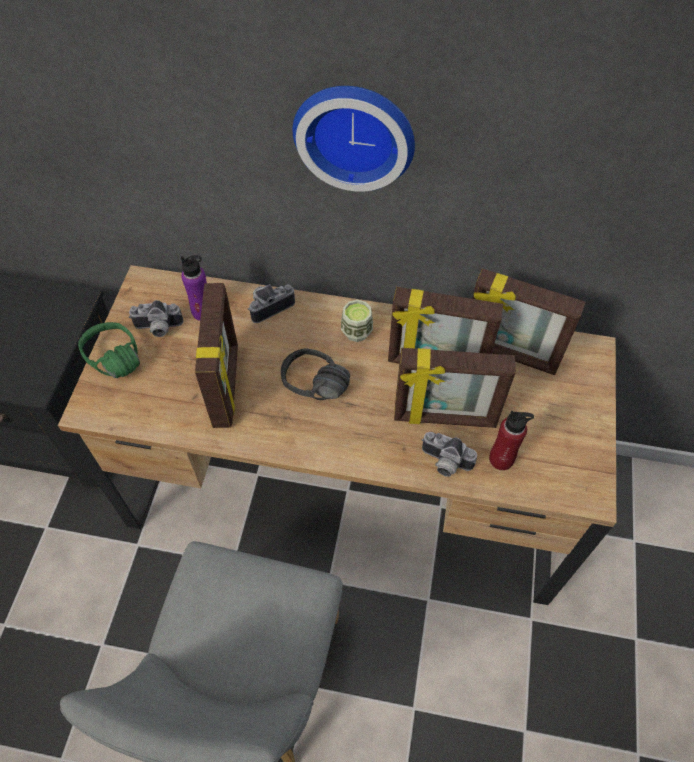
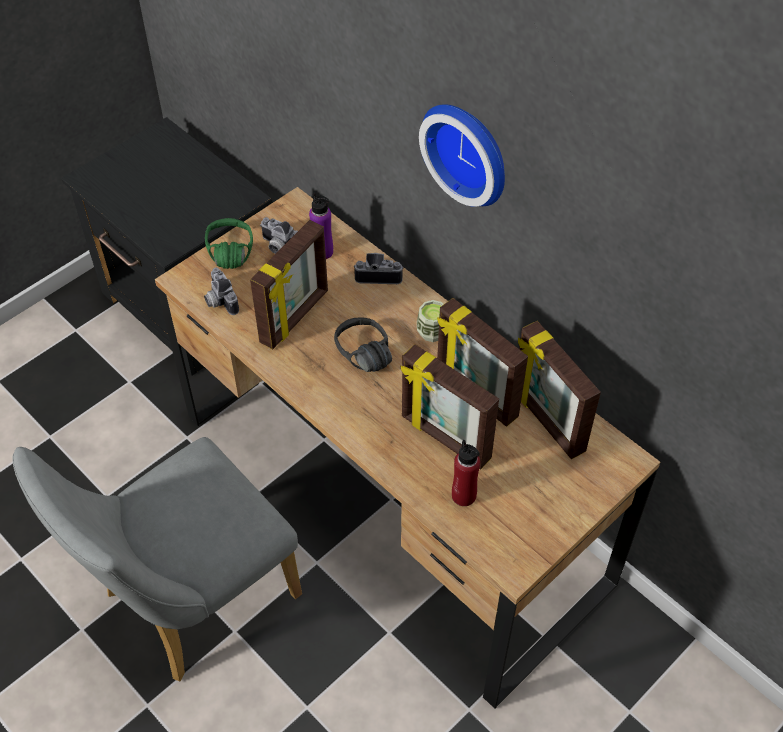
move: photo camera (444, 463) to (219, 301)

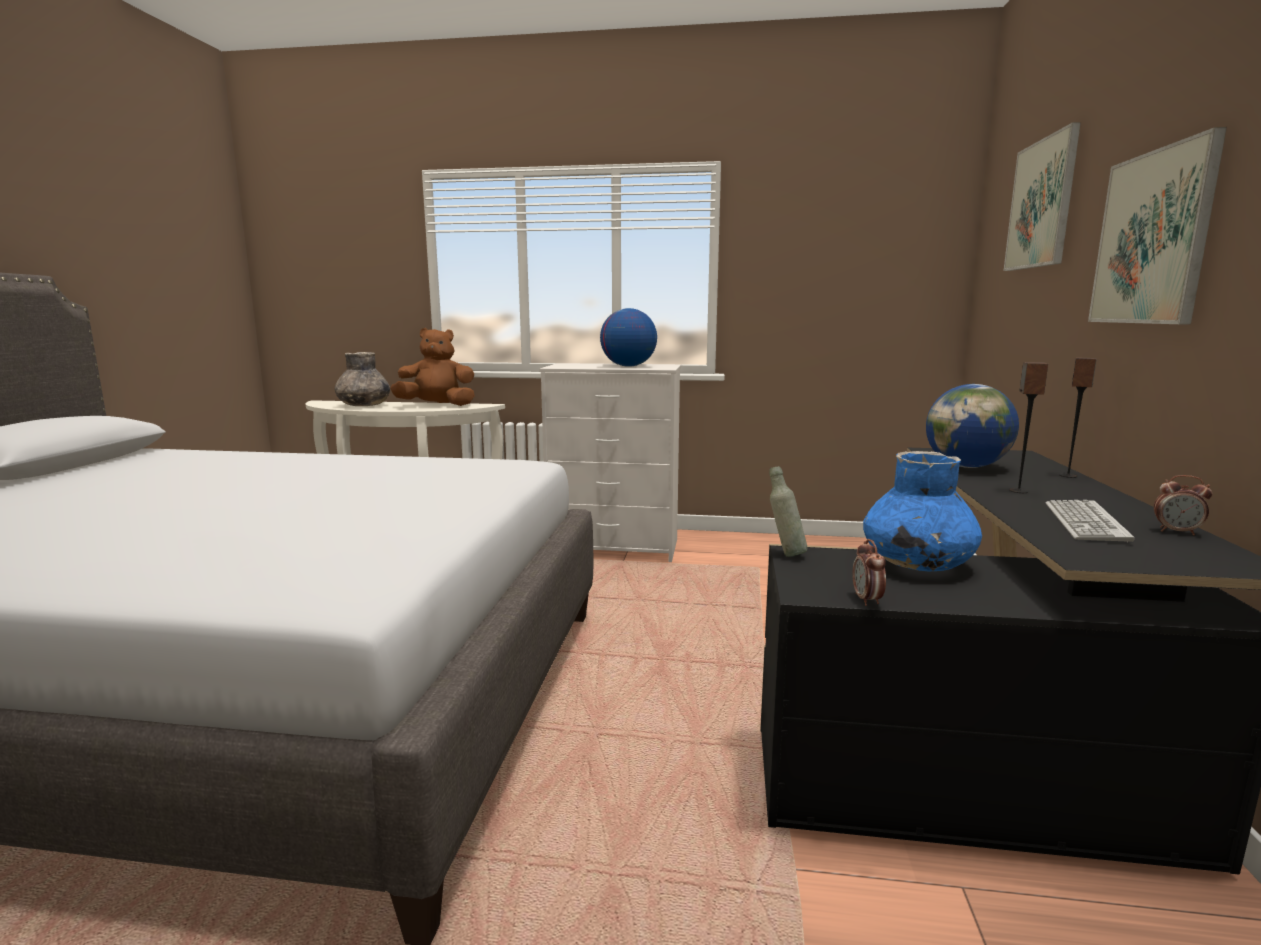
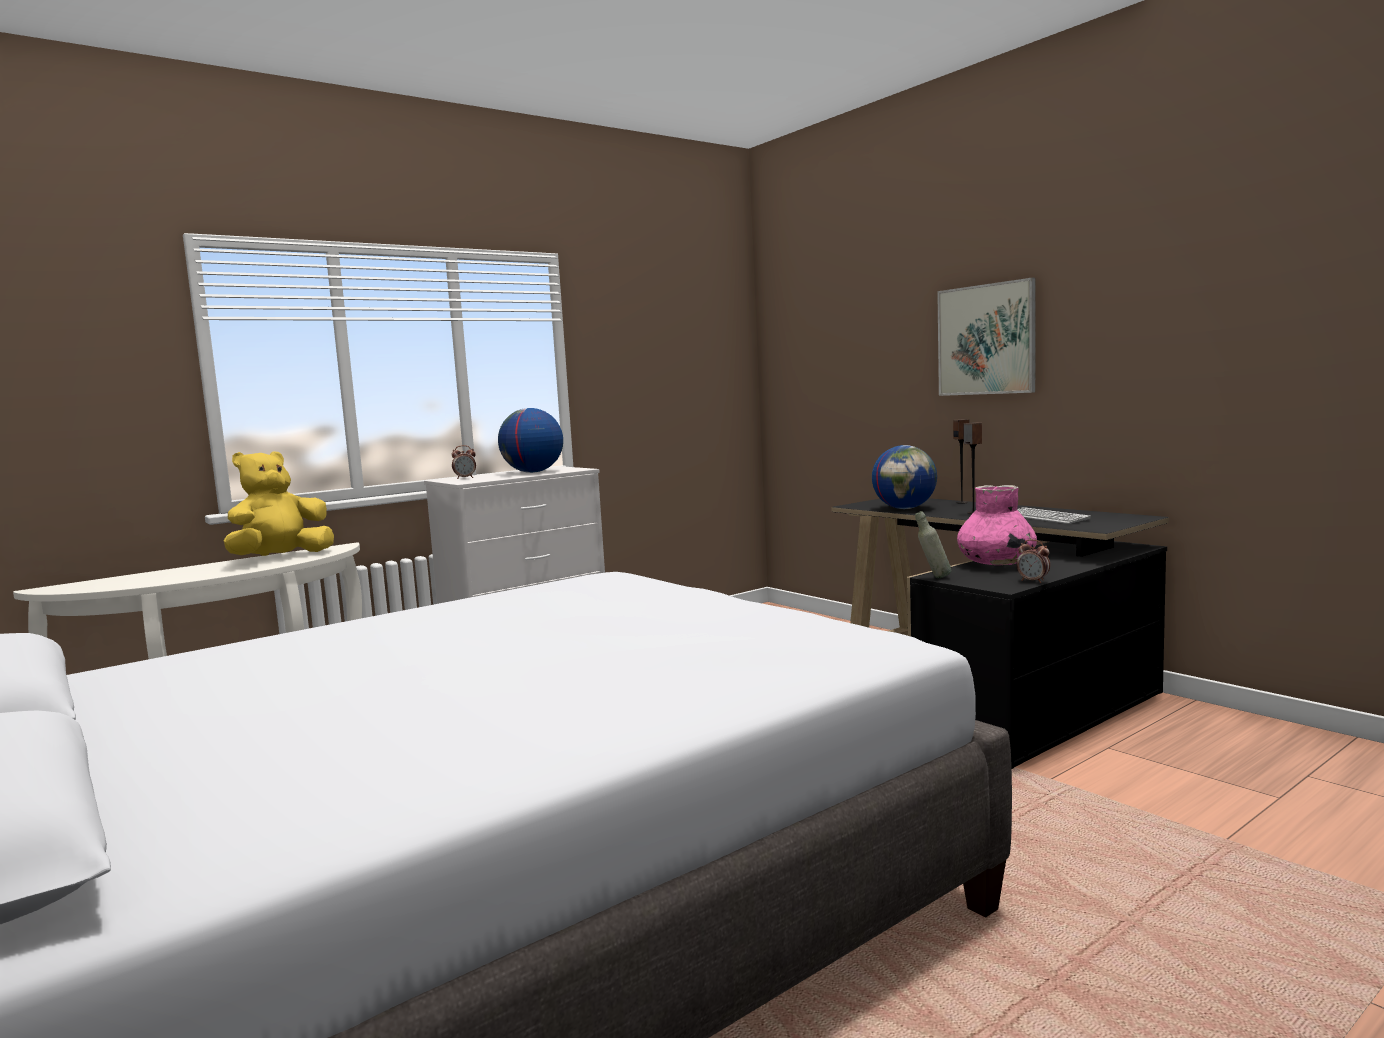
delete: grey vase (364, 406); picture (1041, 204)
move: alarm clock (1176, 532) to (465, 478)
recolor: brown plush toy (437, 405) to yellow plush toy (280, 557); blue vase (916, 563) to pink vase (996, 563)

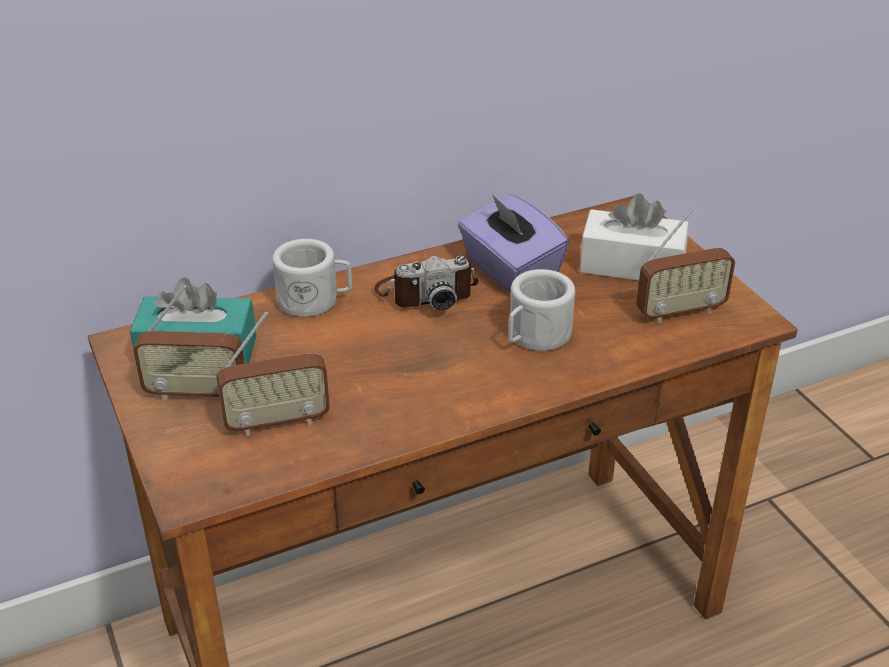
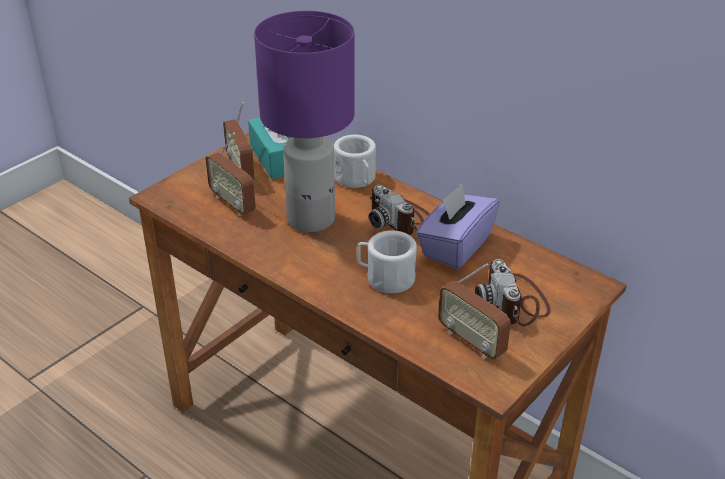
insert: purple table lamp (312, 219)
replace: white tissue box (631, 265) to photo camera (514, 302)

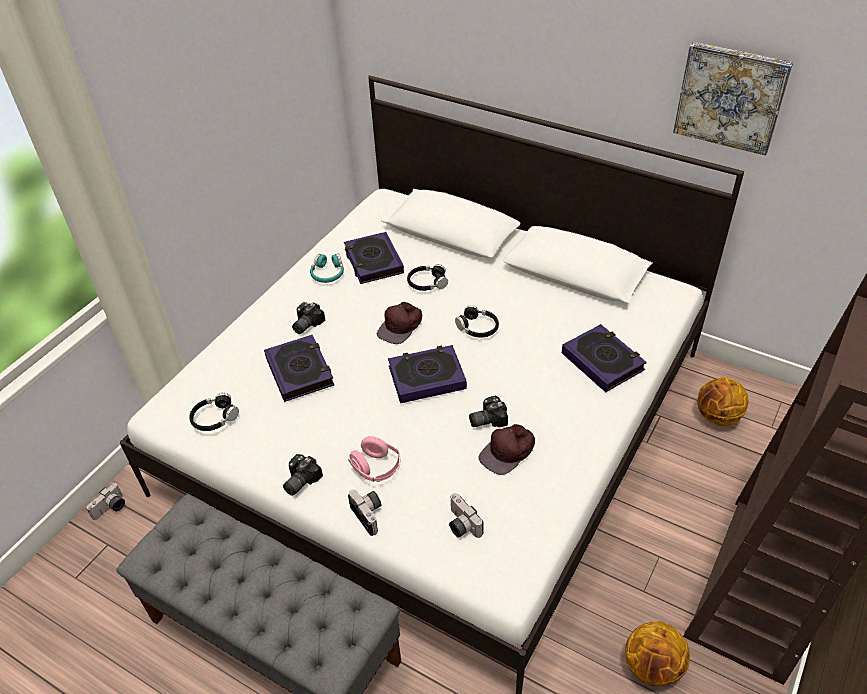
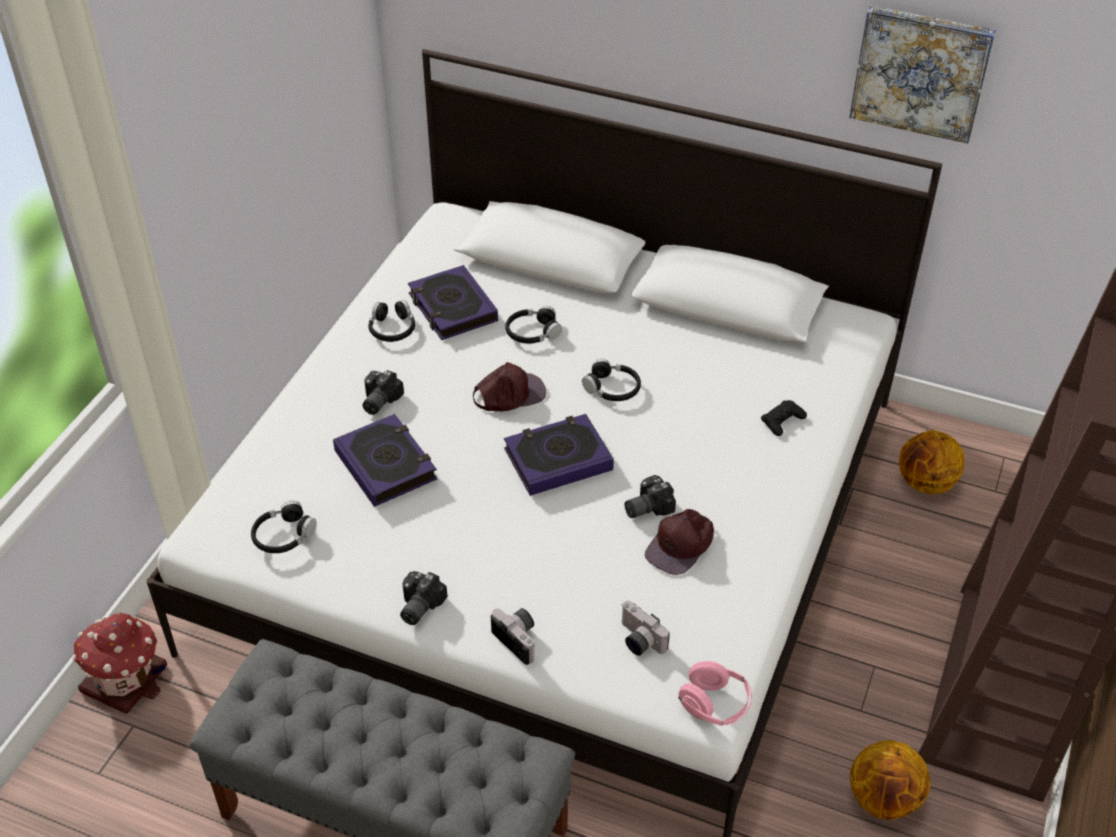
move: pink headphones (377, 468) to (715, 705)
replace: photo camera (111, 508) to toy house (126, 678); book (602, 361) to black game controller (782, 421)
recolor: turquoise headphones (328, 273) to black headphones (392, 328)
rotate: brown cap (401, 326) = (509, 394) 135 degrees counterclockwise

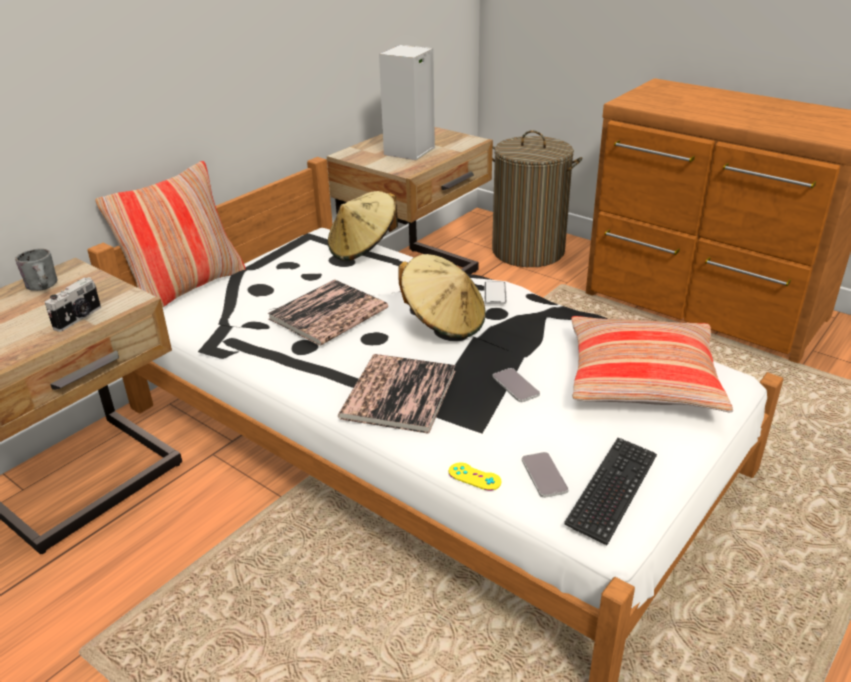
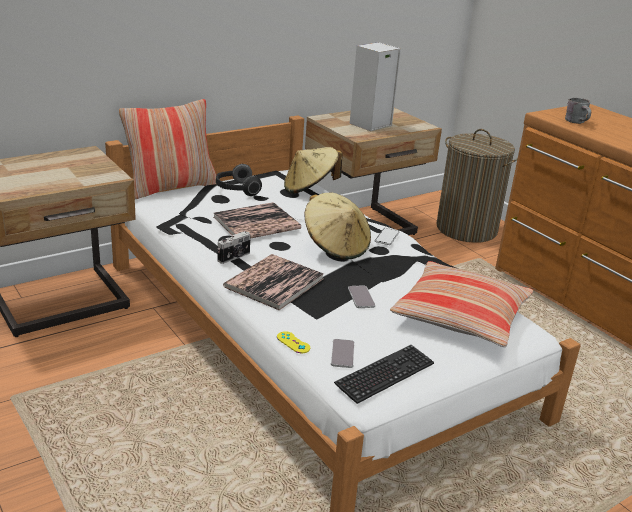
insert: headphones (236, 190)
move: grey mug (46, 286) to (578, 122); photo camera (79, 318) to (234, 257)

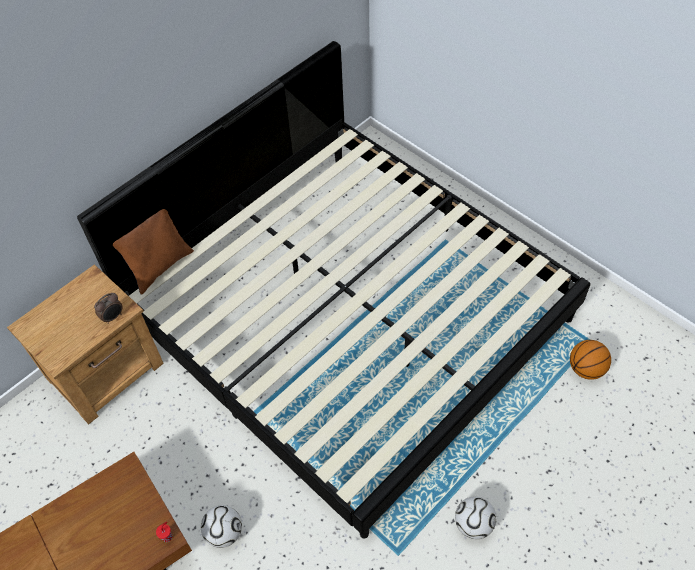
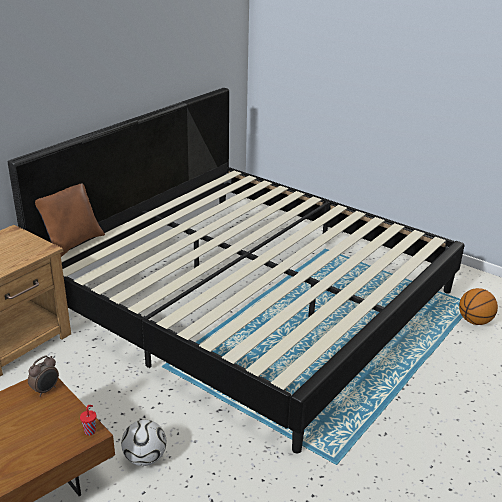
delete: football (473, 524)
move: alarm clock (113, 317) to (46, 390)

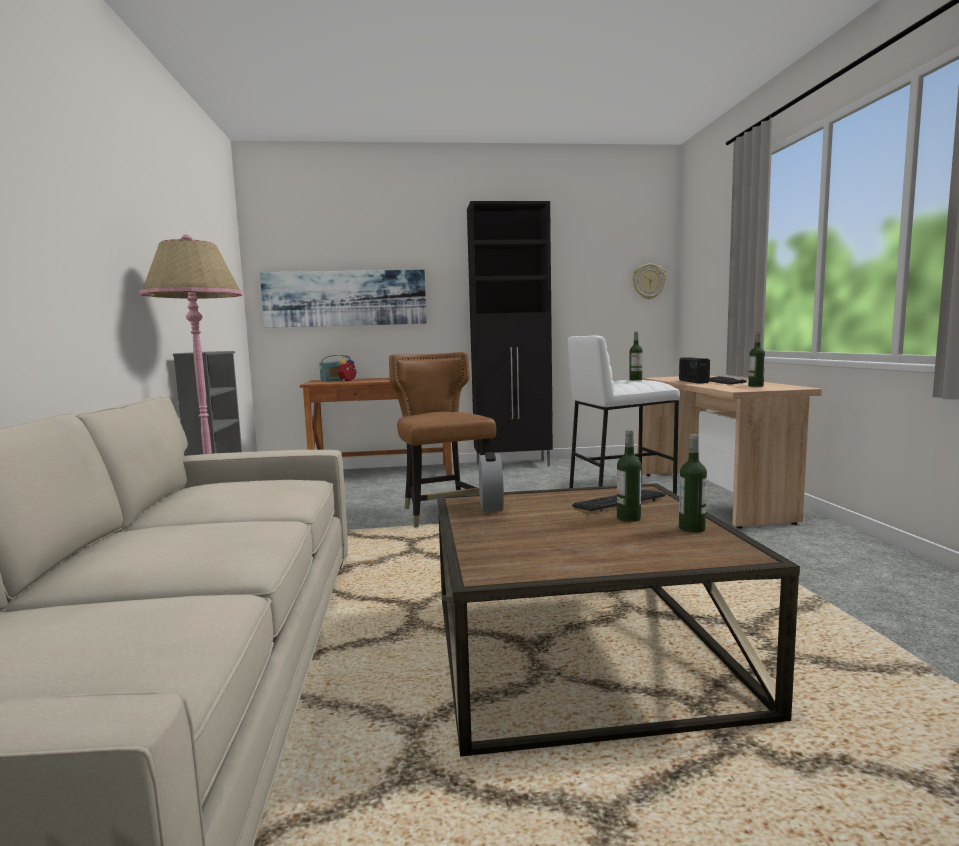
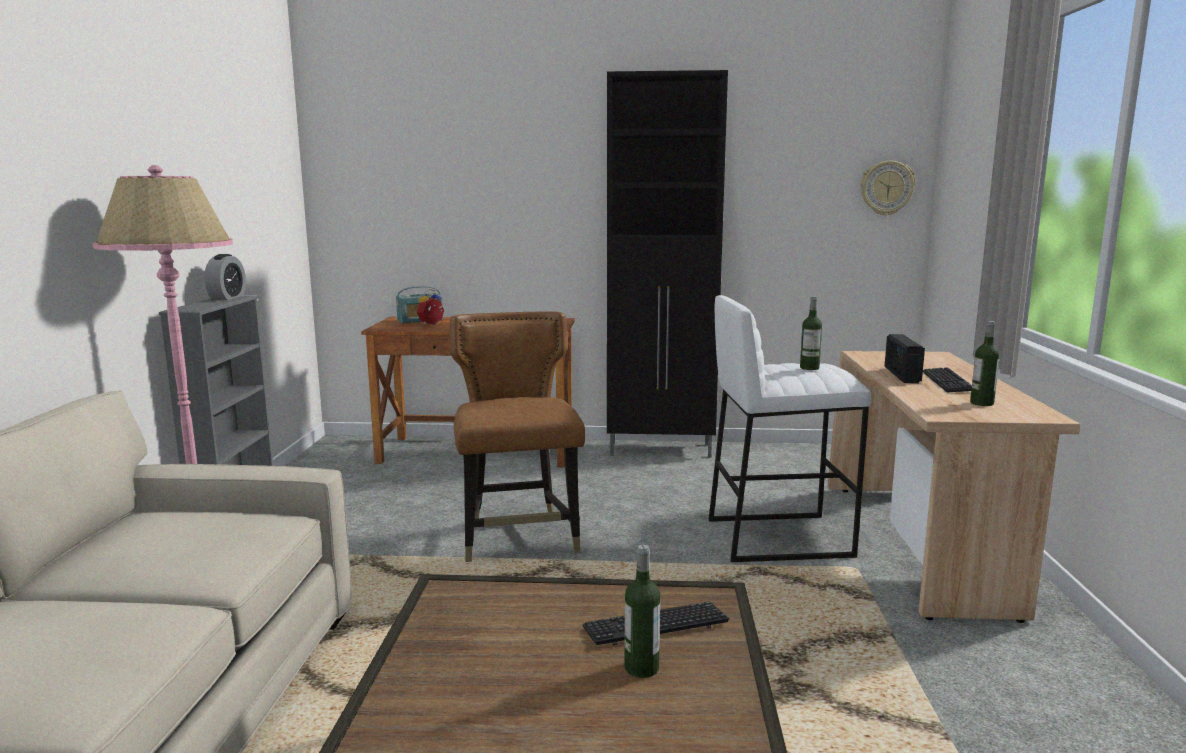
delete: picture (345, 298); bottle (691, 528)
move: alarm clock (491, 505) to (227, 297)

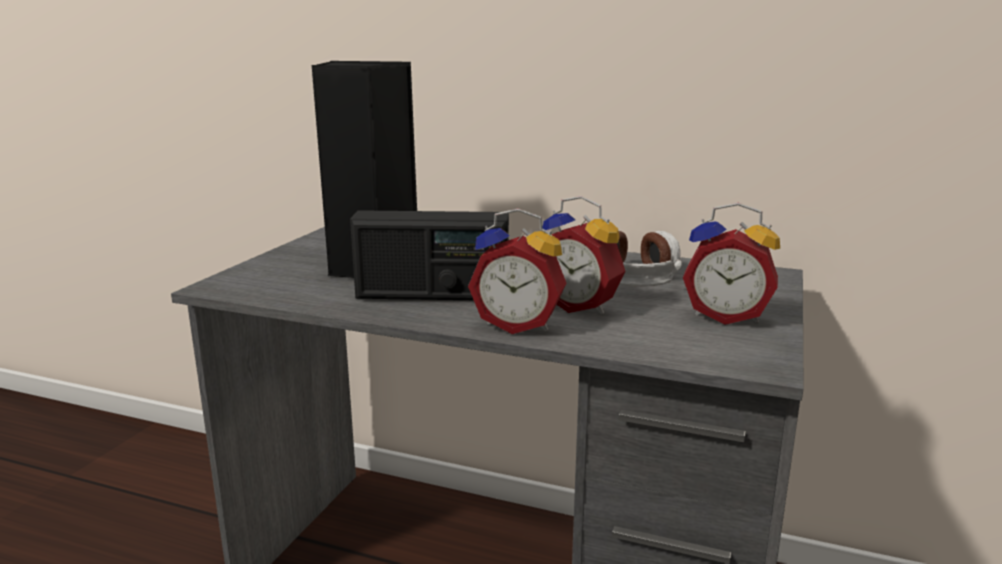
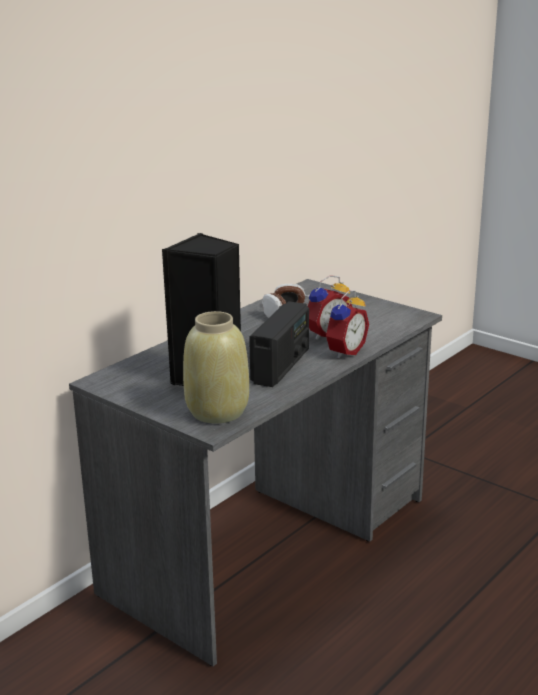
delete: alarm clock (726, 316)
insert: beige vase (217, 411)

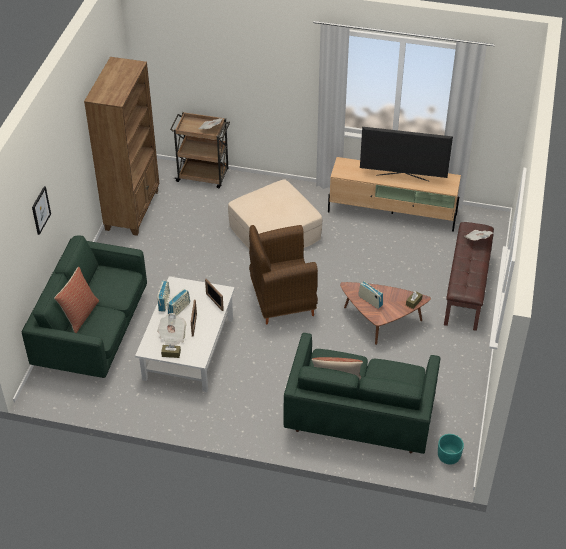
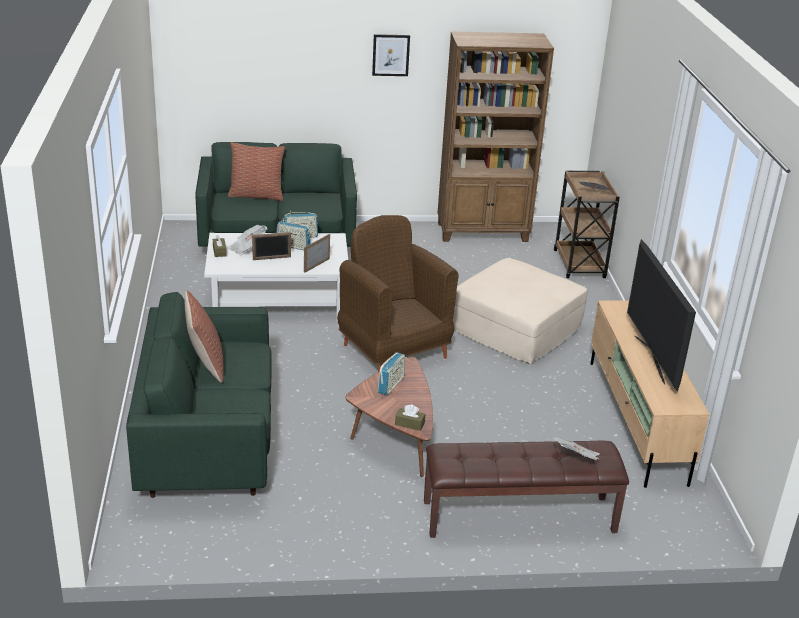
delete: turquoise planter (448, 457)
move: picture (40, 210) to (390, 55)

